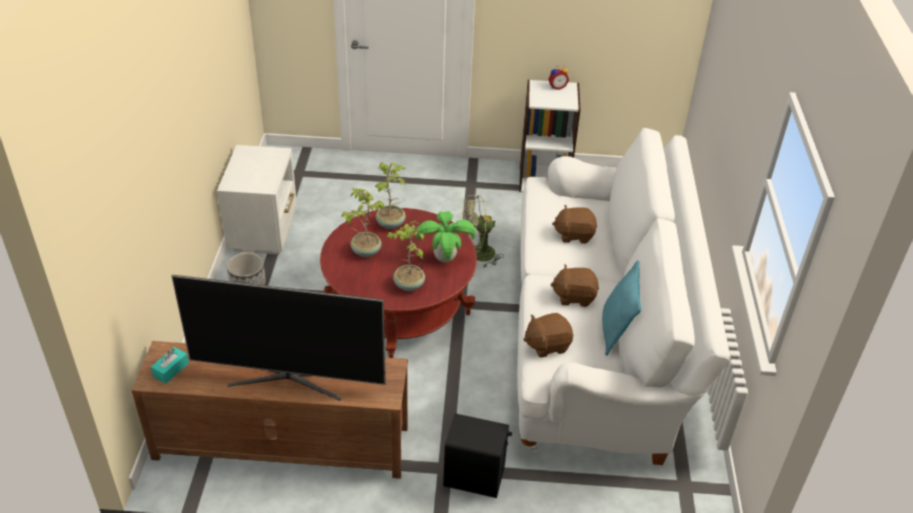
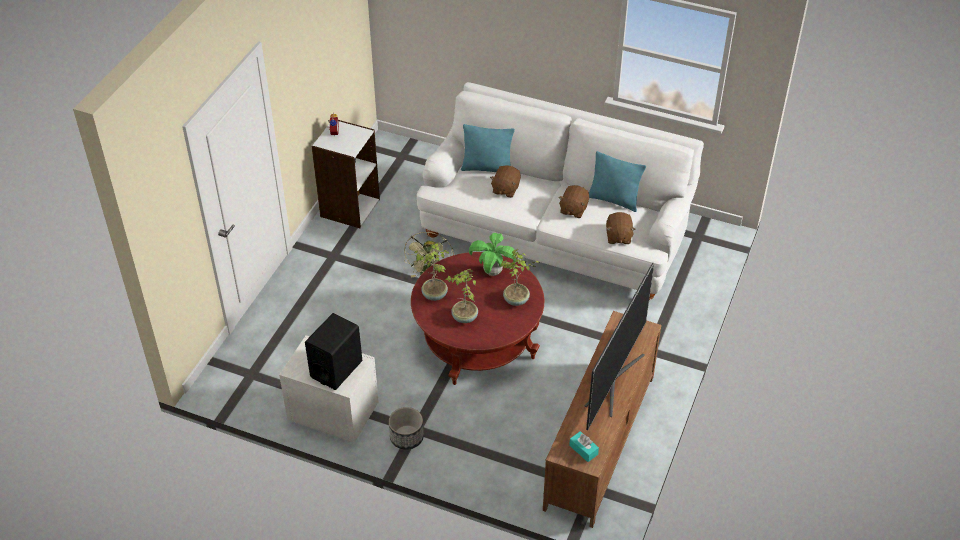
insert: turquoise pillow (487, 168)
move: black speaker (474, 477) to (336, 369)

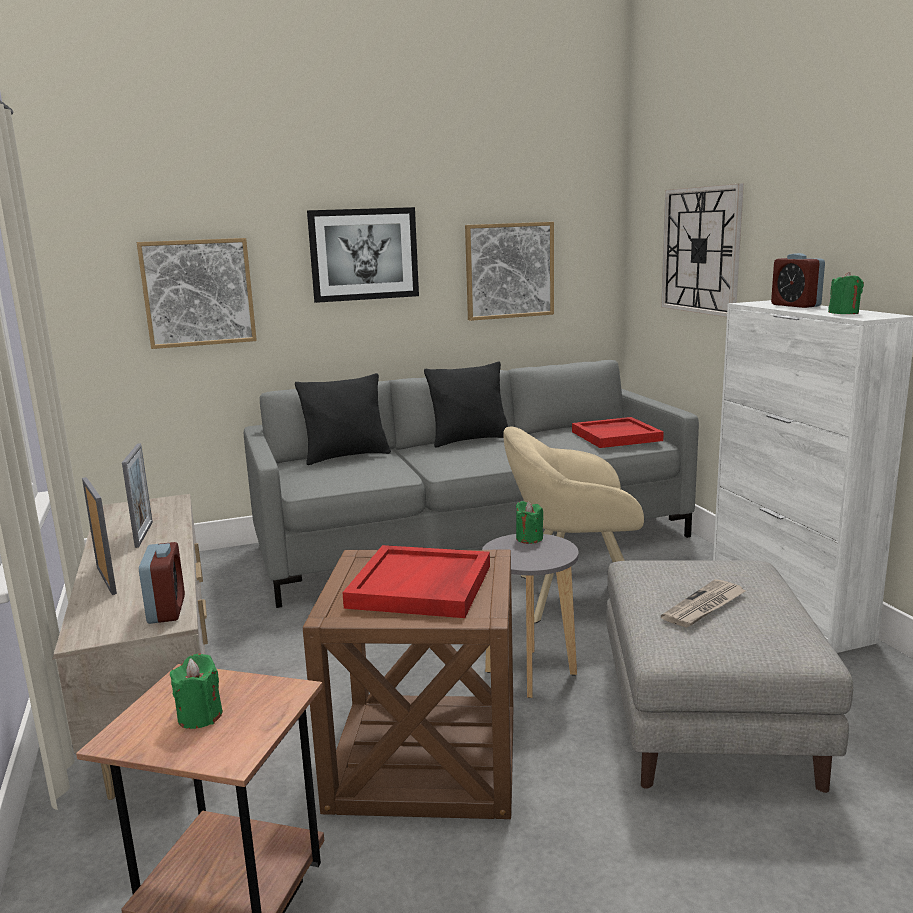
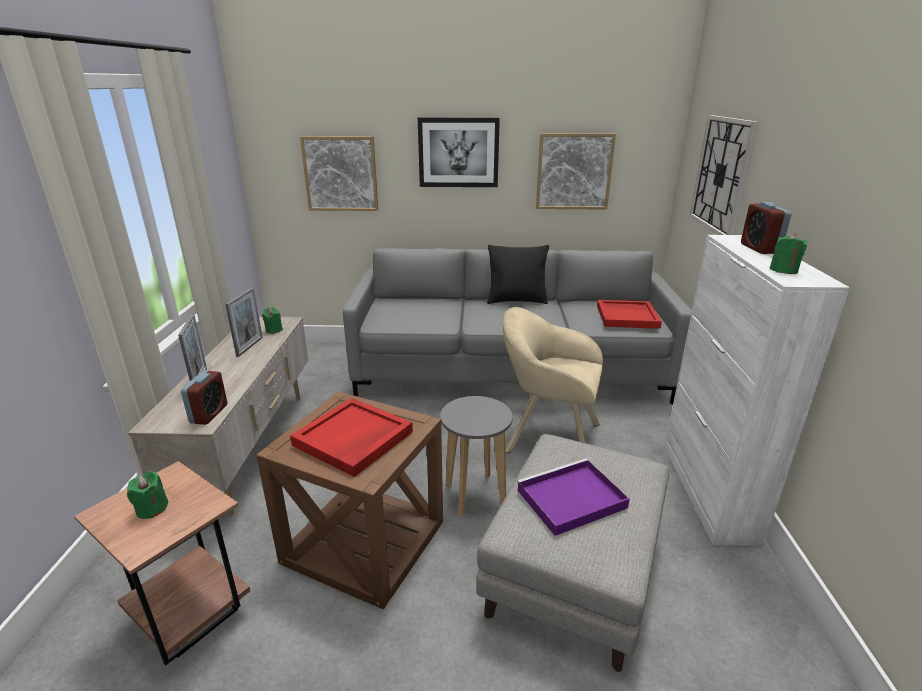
delete: black pillow (346, 456)
move: green candle (529, 538) to (274, 330)
replace: newspaper (704, 607) to purple tray (570, 500)

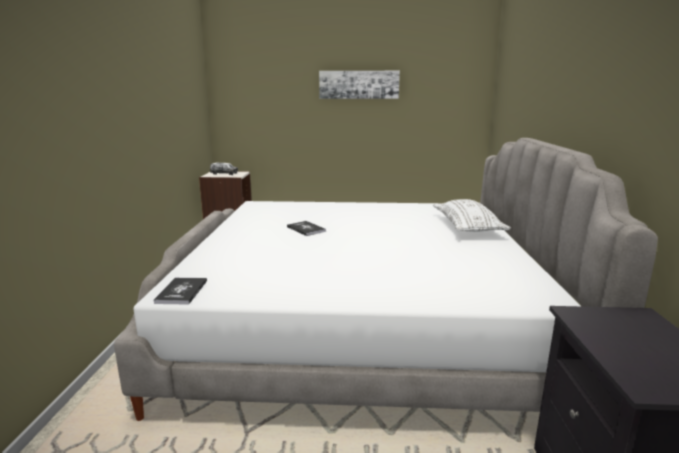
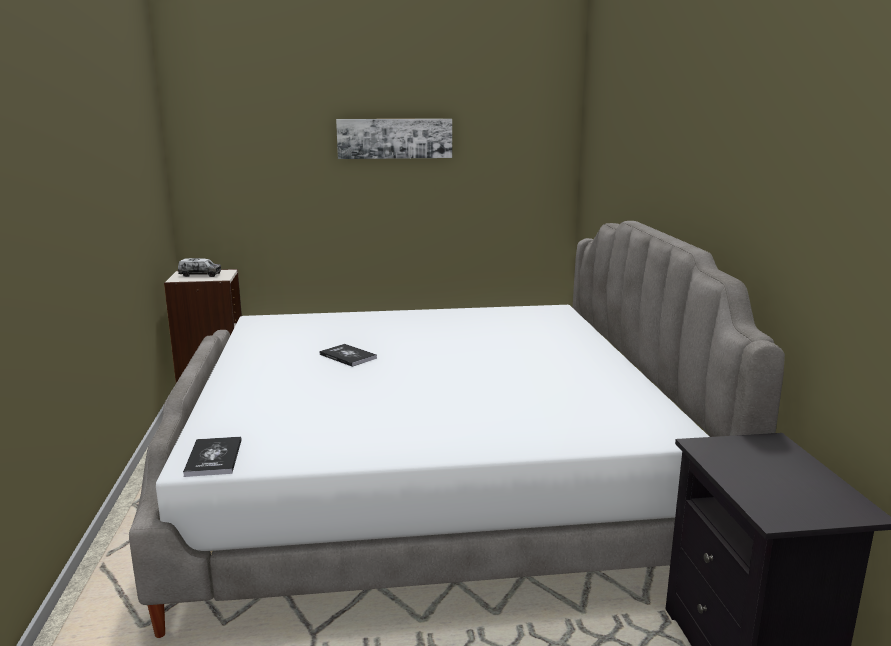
delete: white pillow (467, 227)

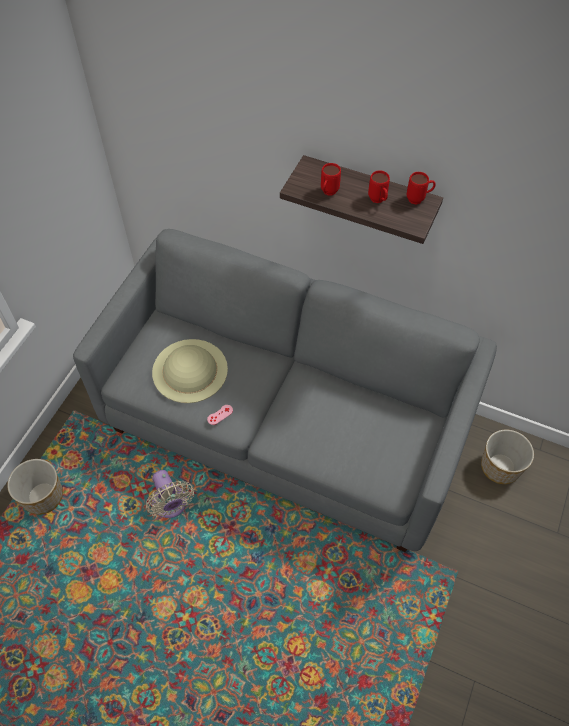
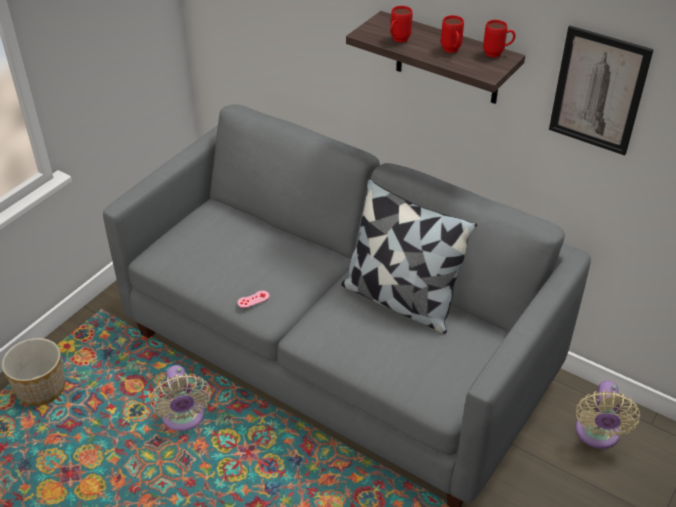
delete: beige hat (189, 370)
insert: pillow (400, 300); picture (598, 91)
replace: planter (500, 466) to beige fan (597, 435)

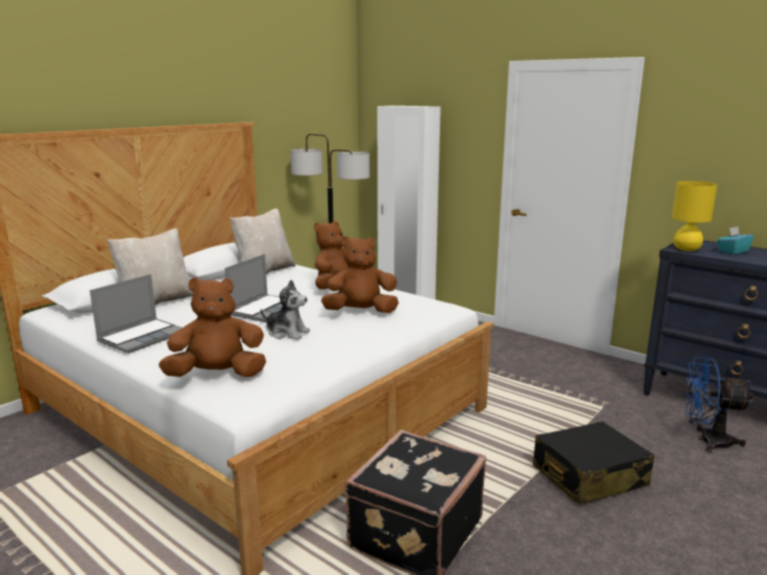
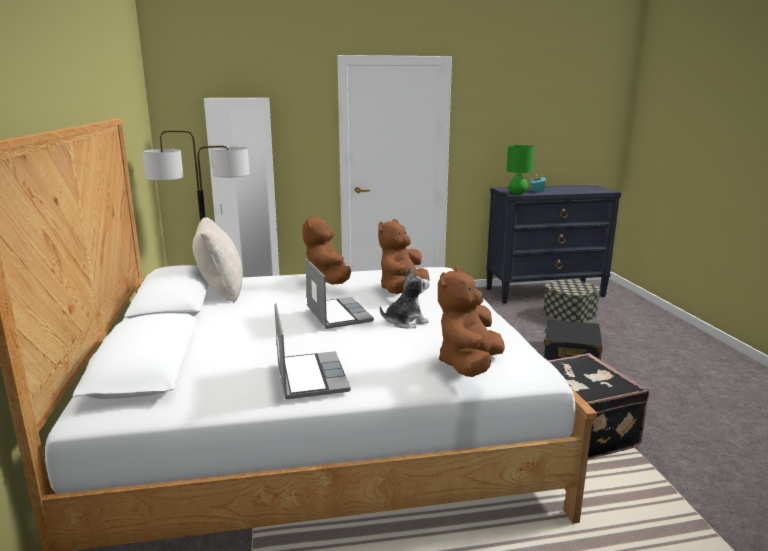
delete: beige pillow (156, 302)
replace: blue fan (707, 441) to storage box (569, 314)
recolor: yellow table lamp (686, 249) to green table lamp (517, 193)

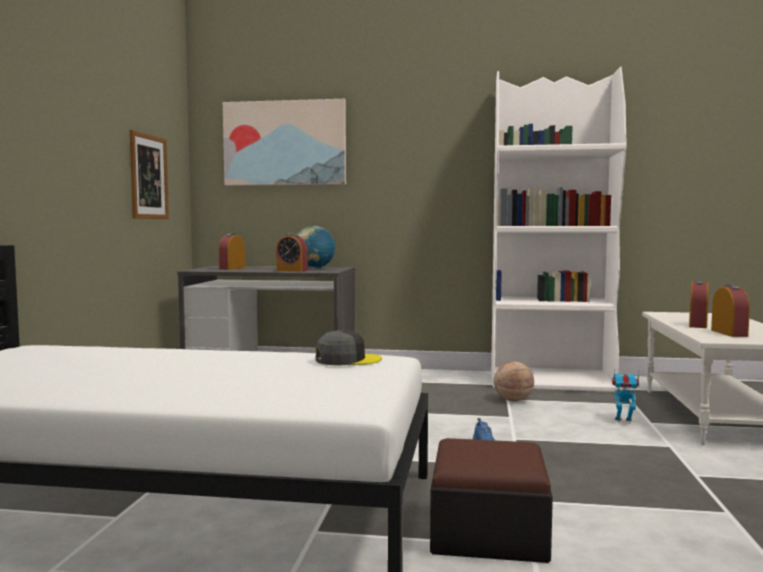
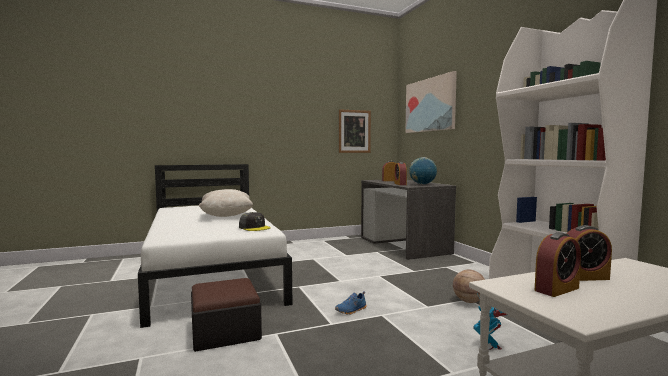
insert: beige pillow (226, 216)

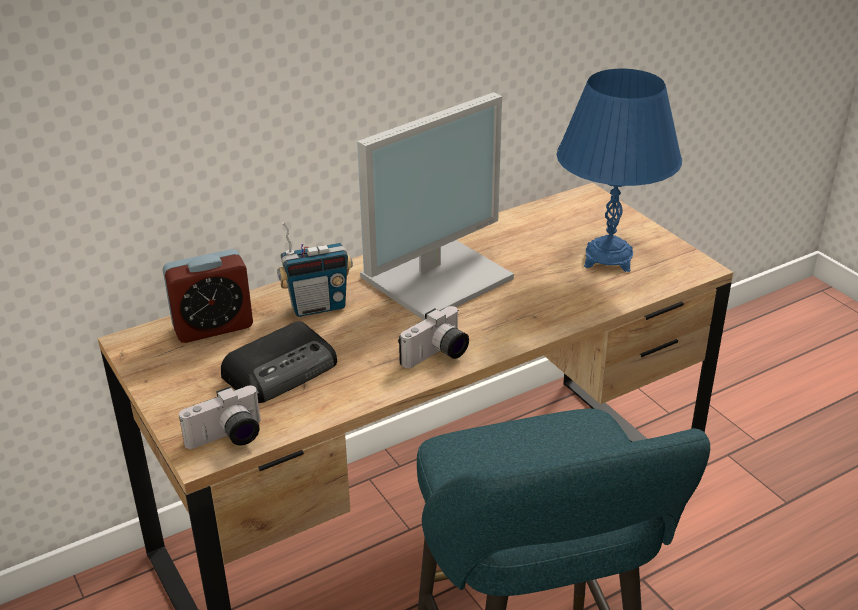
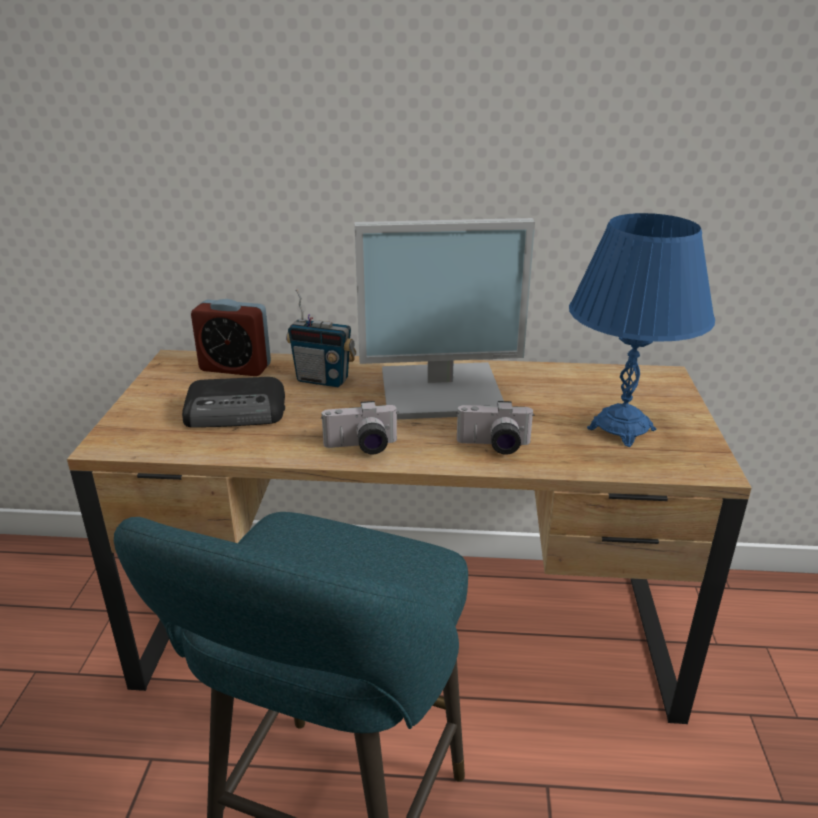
move: photo camera (228, 438) to (494, 446)

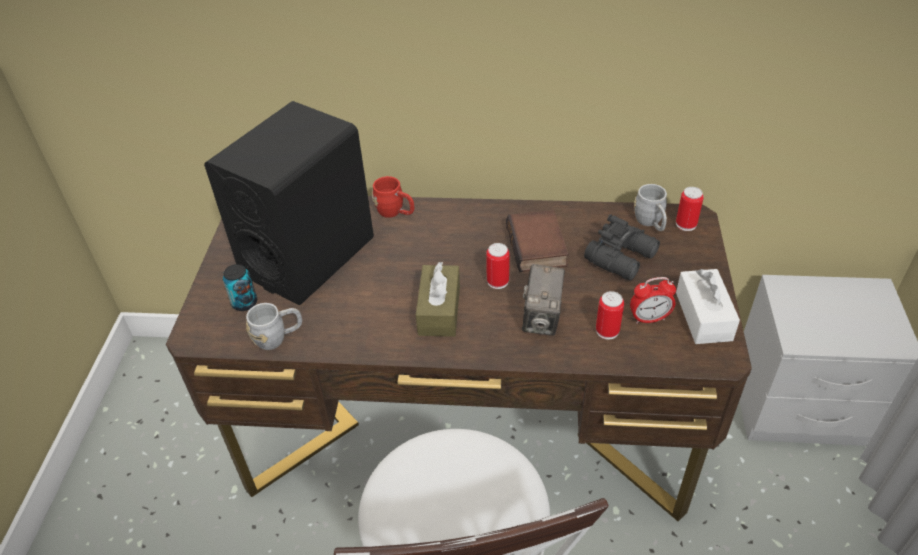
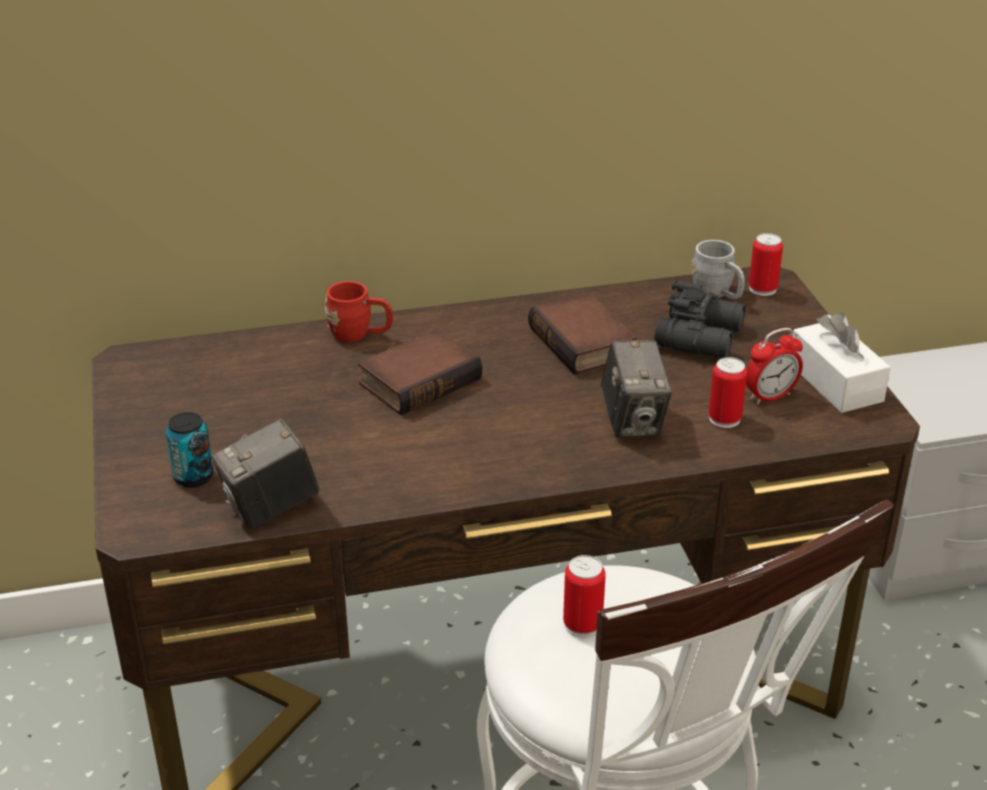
delete: black speaker (308, 256); brown tissue box (439, 310)
insert: book (419, 379)
move: can (497, 281) to (582, 624)
replace: grey mug (278, 337) to photo camera (270, 508)

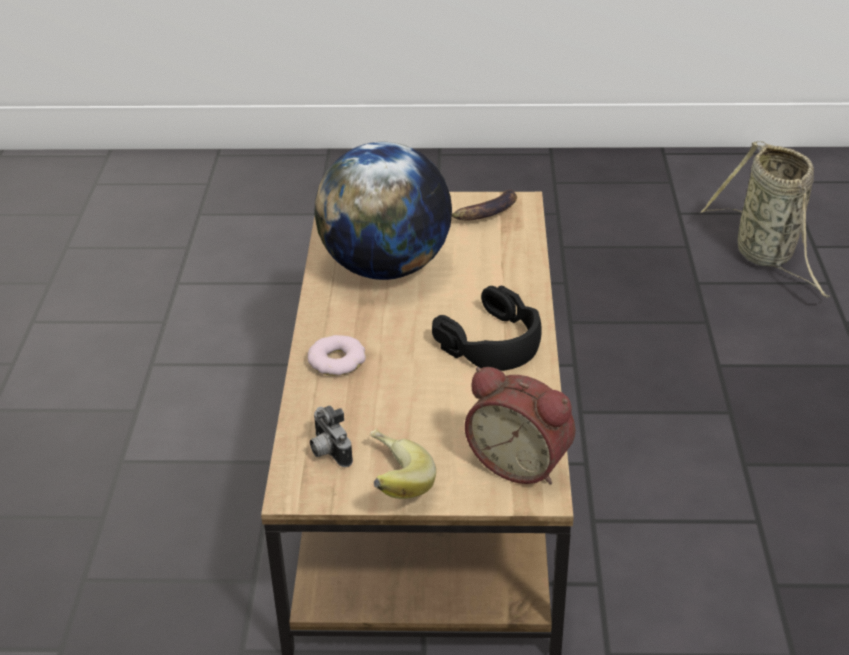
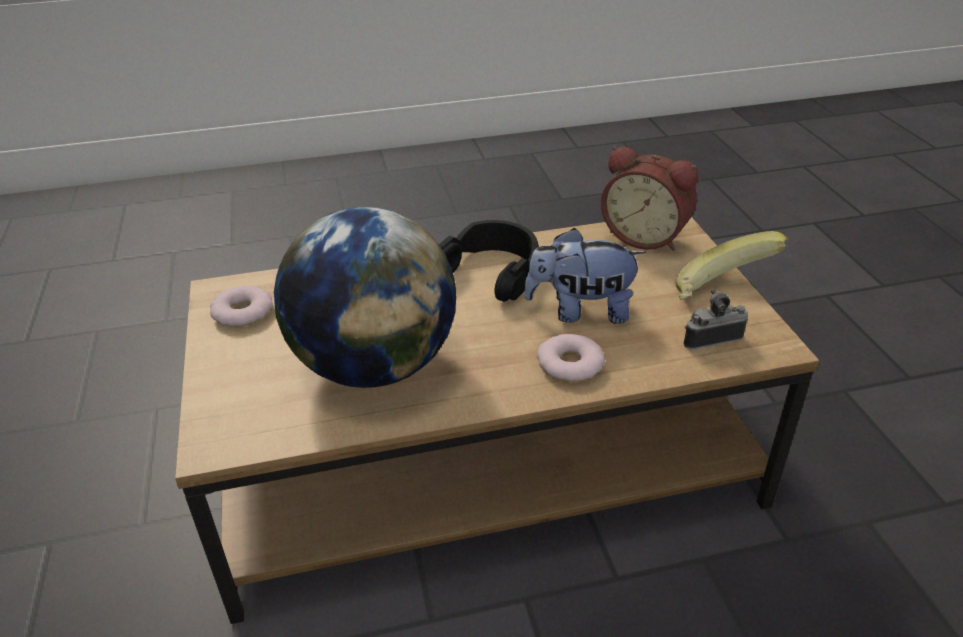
delete: basket (767, 256)
insert: plush toy (581, 311)
replace: banana (484, 213) to donut (242, 312)
rotate: photo camera (328, 452) = (709, 337) 150 degrees counterclockwise; alarm clock (521, 462) = (646, 236) 105 degrees clockwise

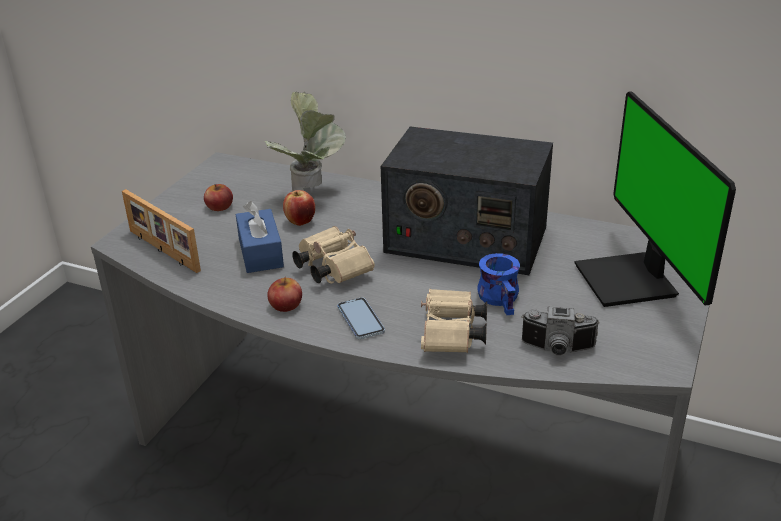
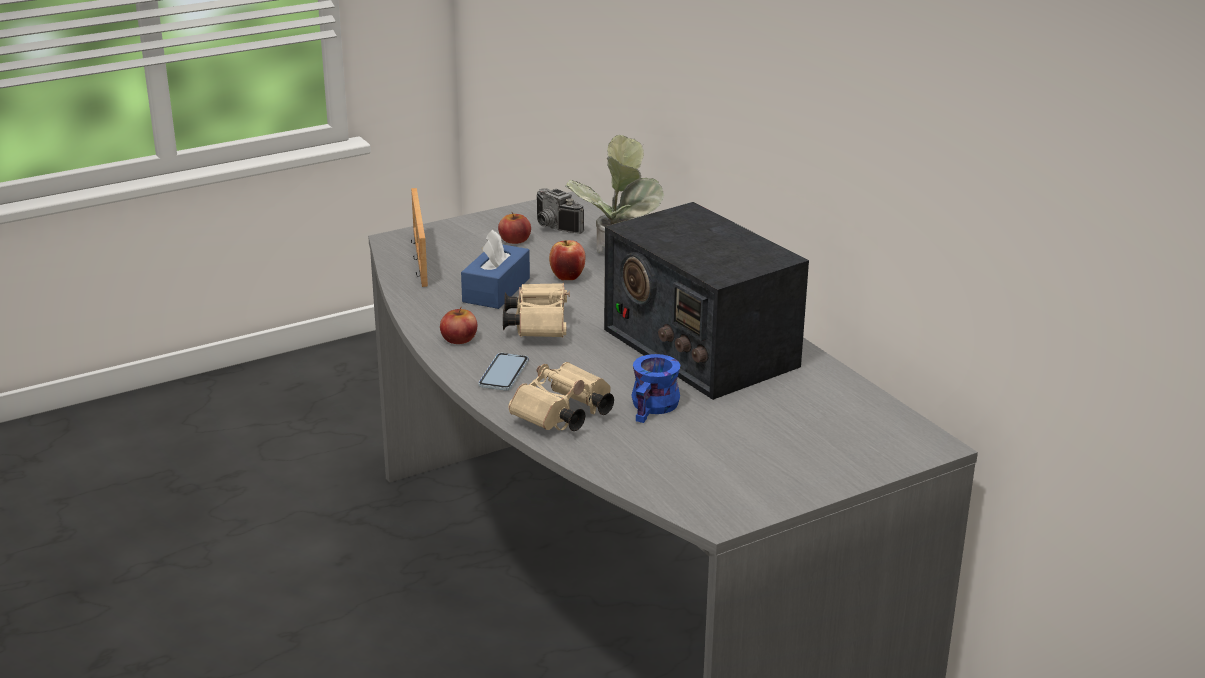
delete: monitor (630, 281)
move: photo camera (557, 350) to (553, 227)

